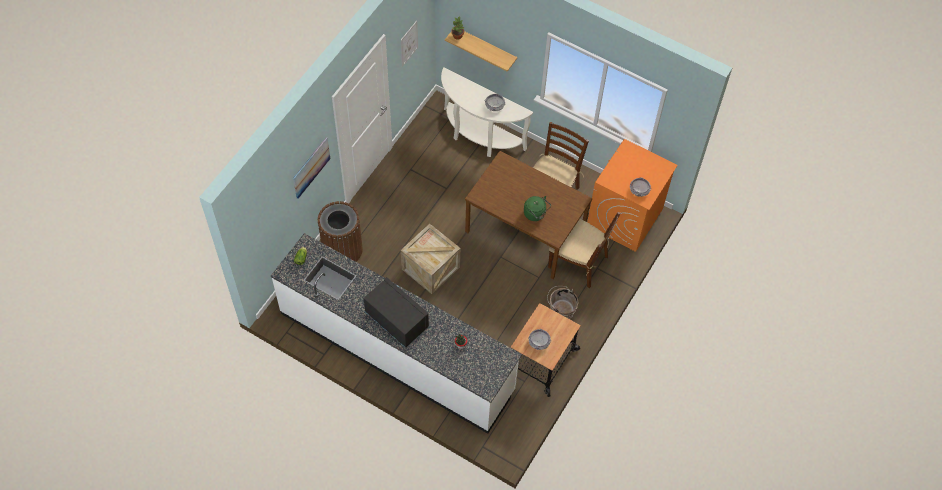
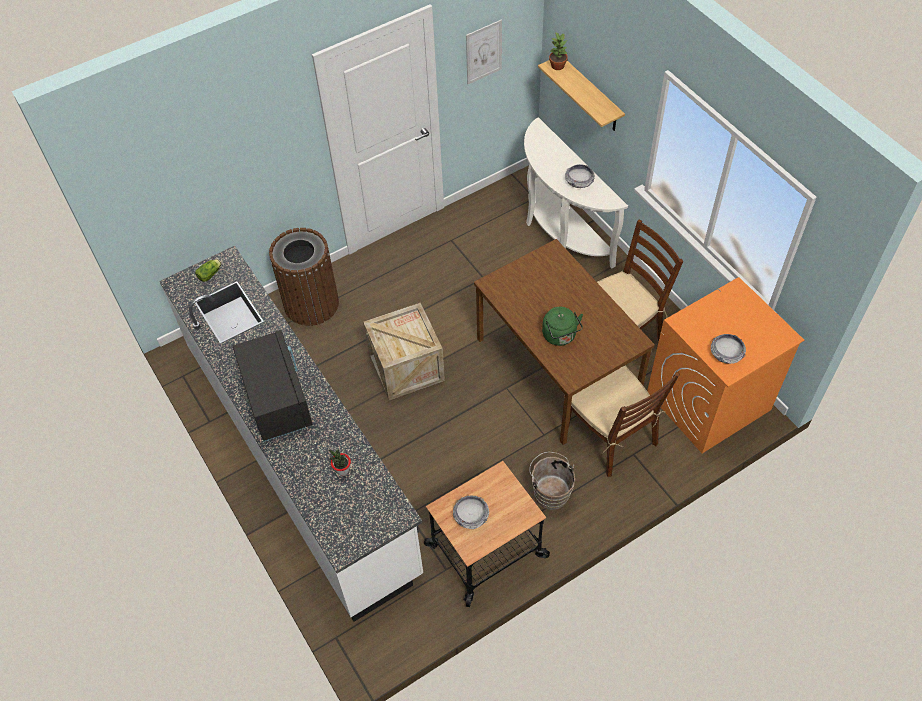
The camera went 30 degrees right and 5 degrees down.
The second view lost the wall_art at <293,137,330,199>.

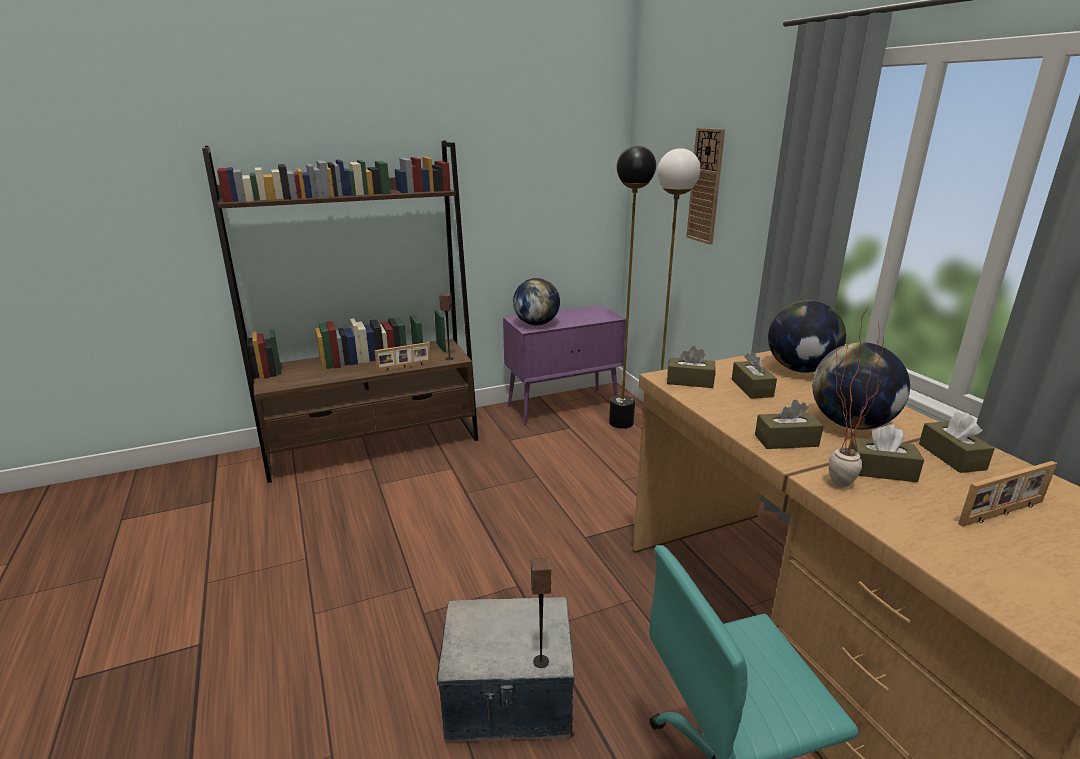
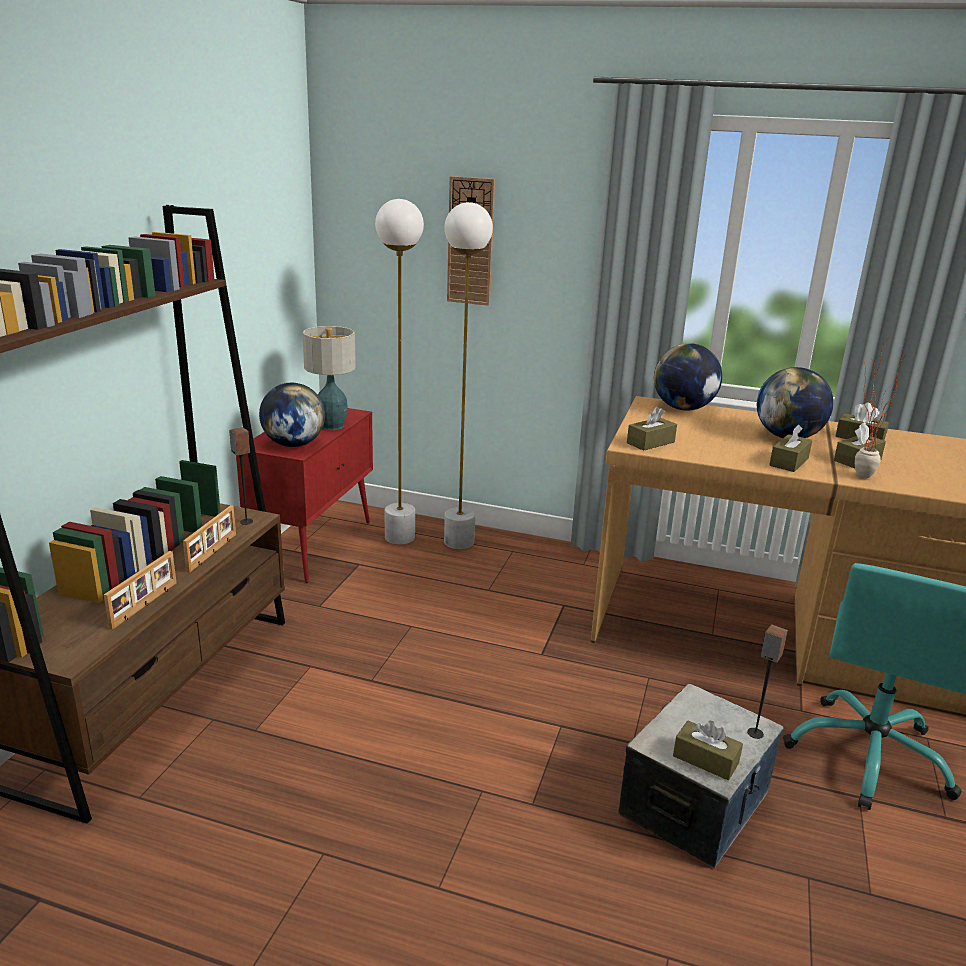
The camera went 50 degrees left and 0 degrees up.
What was the blackish_standard_lamp at <609,145,656,429> turned into the whitish_standard_lamp at <375,199,424,545>.
What was the purple-coloured_cupboard at <503,305,626,425> turned into the red-coloured_cupboard at <236,408,373,583>.
The brown_tissue_holder ended up elsewhere, having gone from <732,351,777,399> to <673,721,743,780>.
The photo_frame ended up elsewhere, having gone from <958,461,1057,527> to <104,551,177,630>.
The second view gained the table_lamp at <302,326,356,430>.

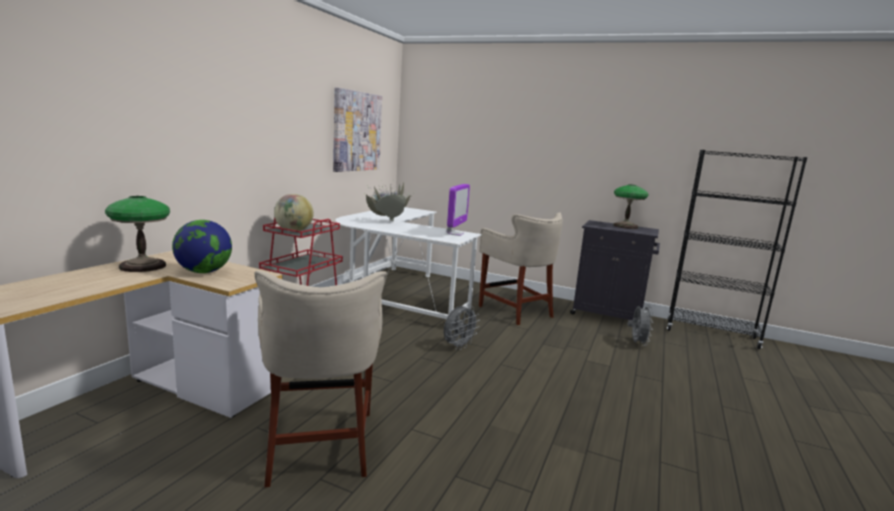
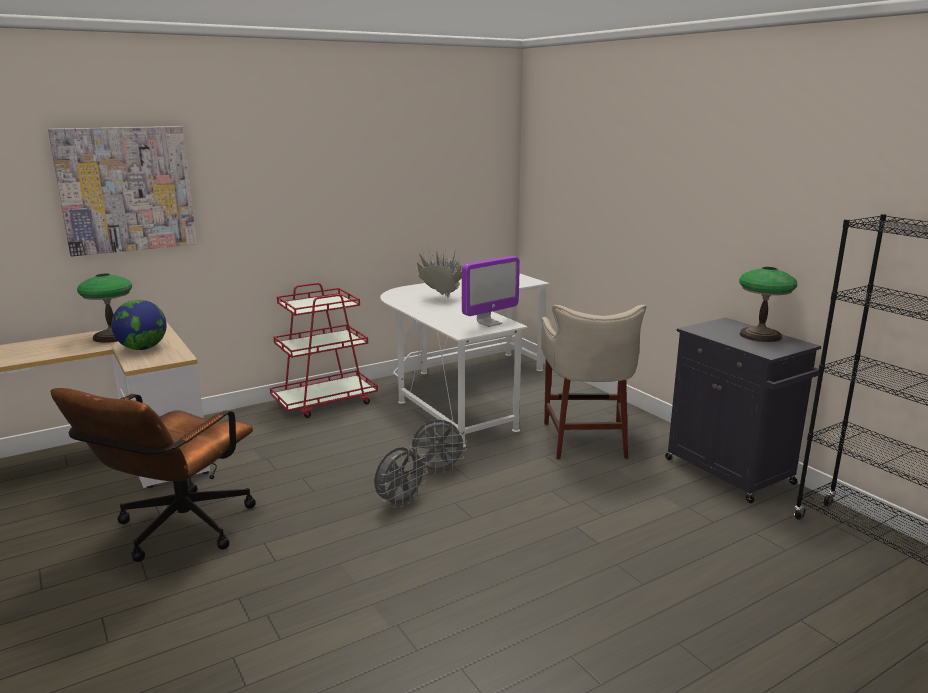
The camera went 35 degrees right and 5 degrees up.
The wall_art ended up elsewhere, having gone from <333,87,382,172> to <48,126,197,256>.
The second view lost the world_globe at <274,194,314,232>.
Where the beige-coloured_stool stood at <254,271,387,488>, the brown_desk_chair came to stand at <50,388,256,562>.
The gray_cooling_fan ended up elsewhere, having gone from <628,305,653,346> to <374,447,428,508>.

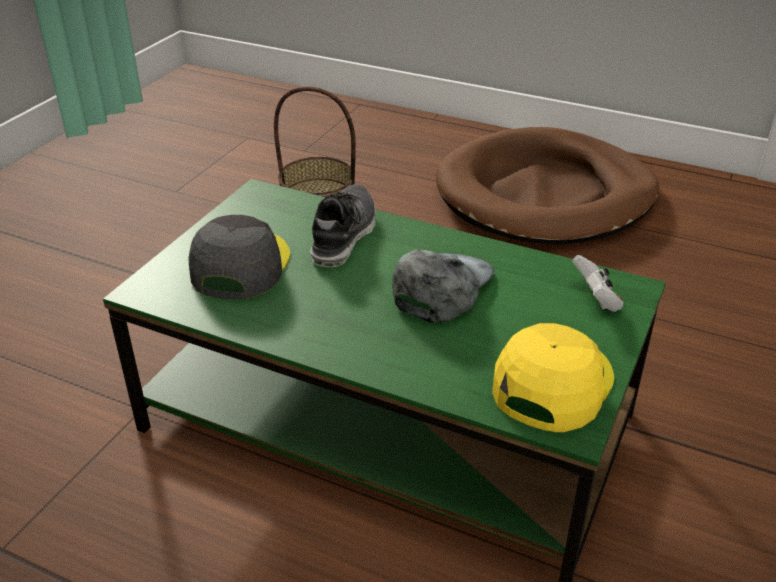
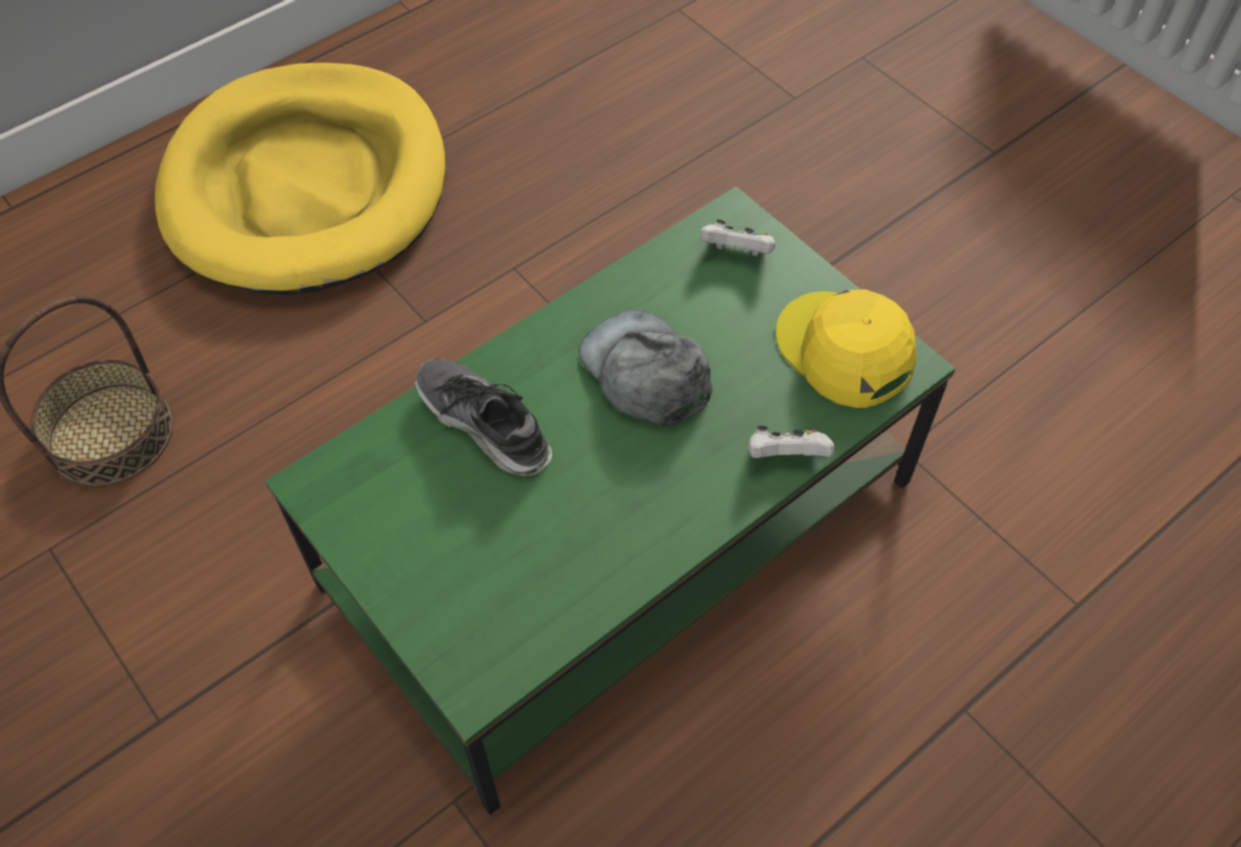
The camera went 65 degrees left and 20 degrees up.
What was the brown_pet_bed at <436,127,659,245> turned into the yellow_pet_bed at <155,63,446,295>.
The second view lost the gray_cap at <188,215,290,299>.
The second view gained the whitish_joypad at <749,426,834,458>.

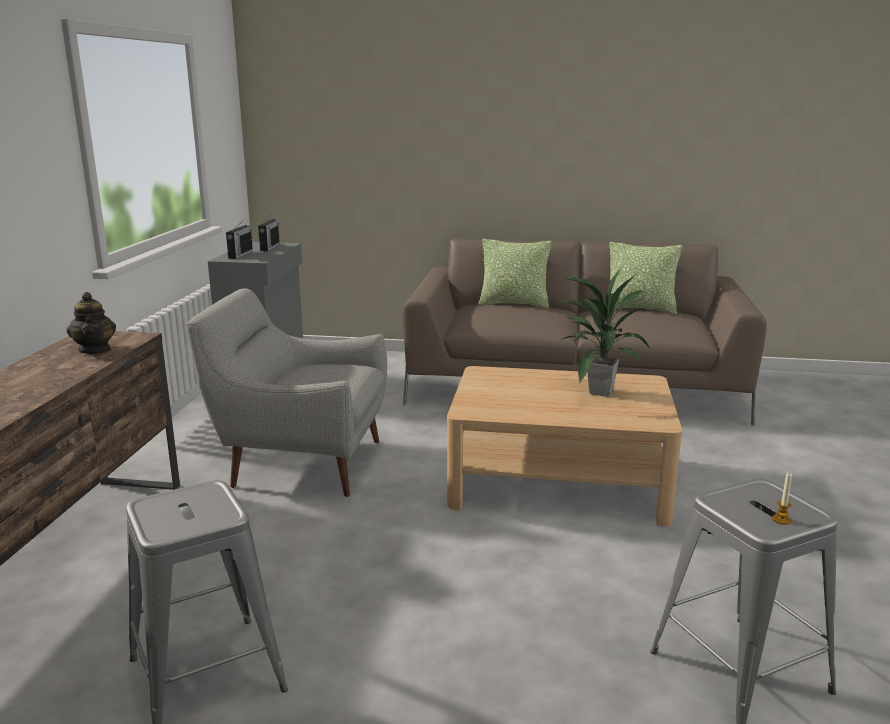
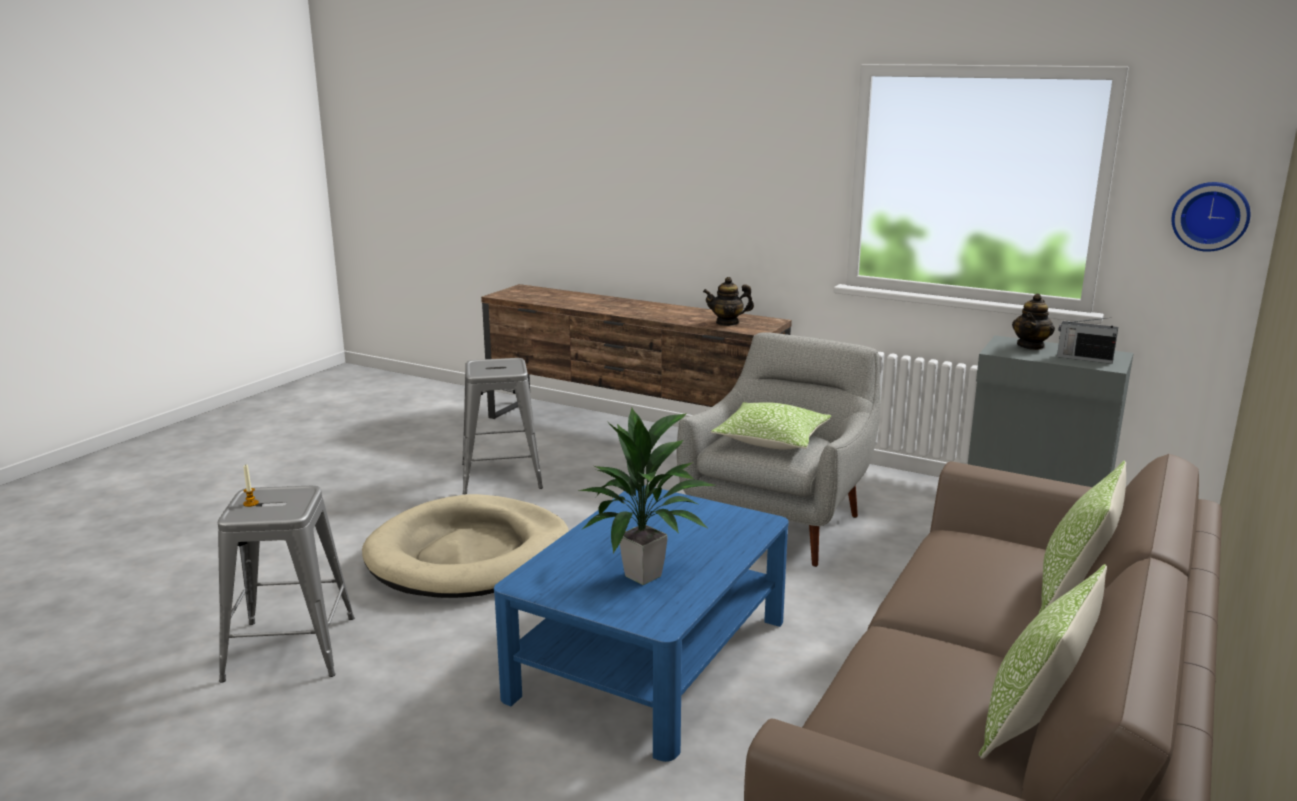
The camera went 110 degrees right and 0 degrees up.
Where the radio stood at <226,225,253,259>, the teapot came to stand at <1012,293,1055,350>.
What was the beige-coloured_low_table at <447,366,682,527> turned into the blue-coloured_low_table at <494,485,789,762>.
The second view gained the hanging_clock at <1172,182,1250,252>.
The second view gained the throw_pillow at <711,402,832,449>.
The second view gained the beige-coloured_pet_bed at <362,494,569,598>.

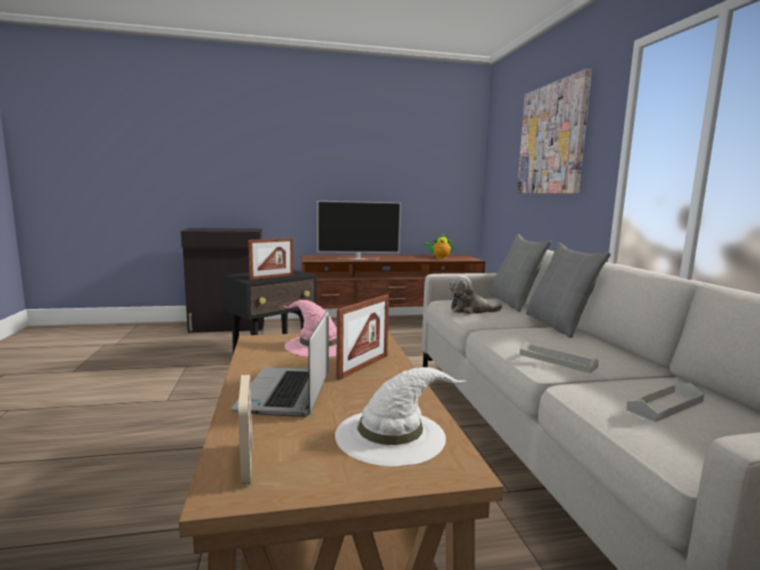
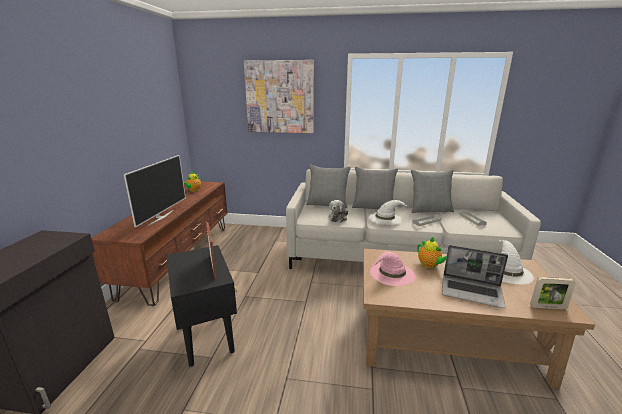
The camera went 70 degrees left and 10 degrees up.
Where the photo_frame stood at <336,295,389,380>, the teapot came to stand at <417,237,447,268>.
The second view gained the gray_throw_pillow at <411,169,454,213>.
The second view gained the whitish_hat at <369,200,410,225>.

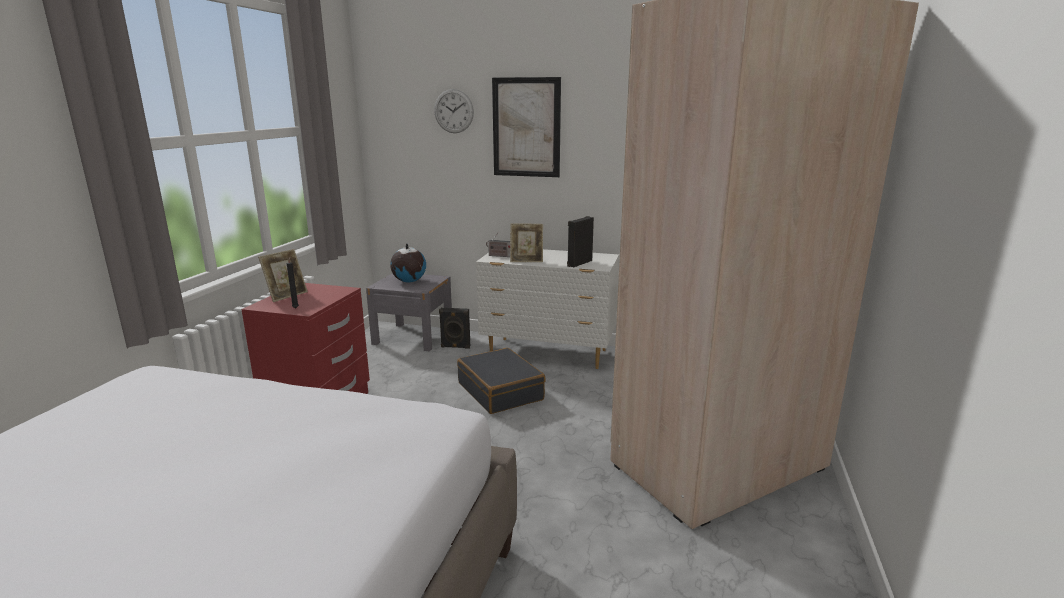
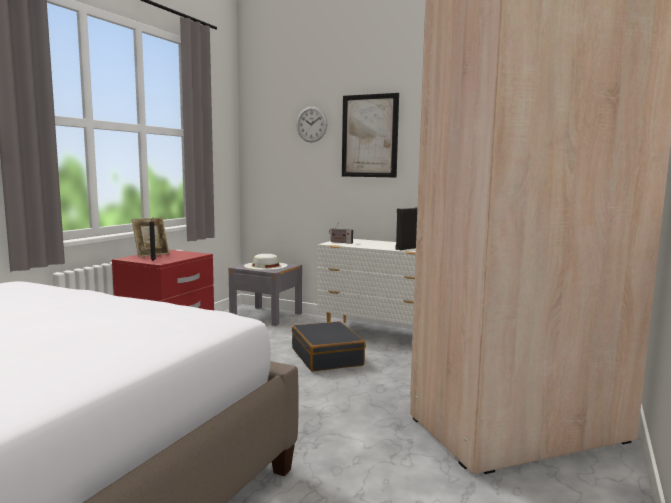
The camera went 10 degrees right and 10 degrees down.
The second view lost the photo_frame at <510,223,543,262>.
Where the world_globe stood at <390,243,426,283>, the whitish_hat came to stand at <244,254,288,270>.
The second view lost the blackish_speaker at <439,308,470,349>.

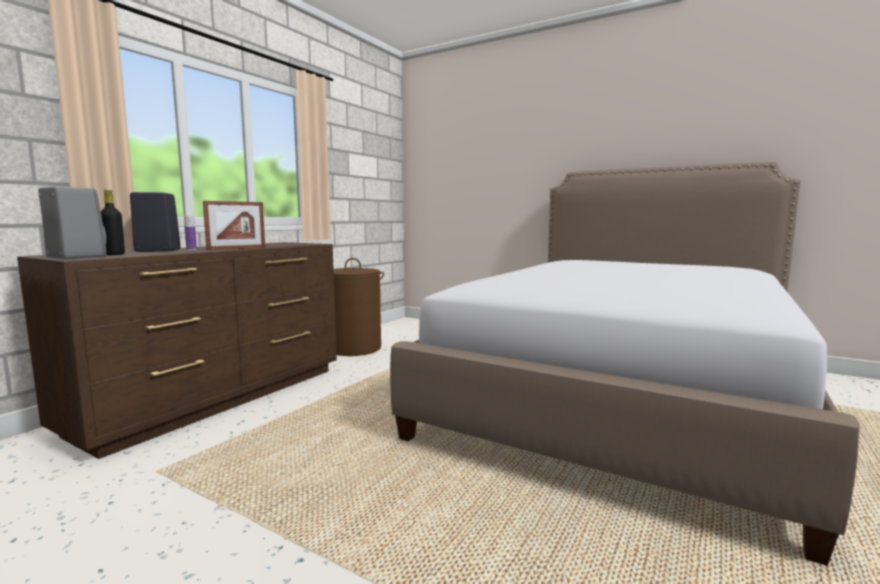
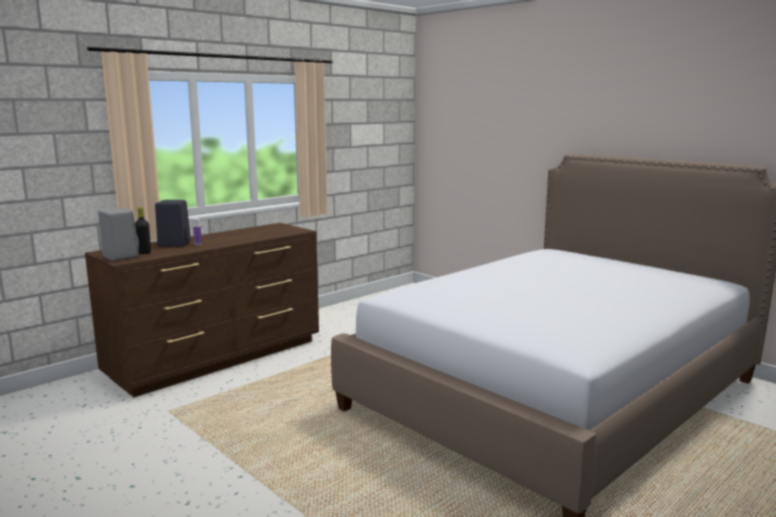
The camera went 15 degrees right and 5 degrees up.
The second view lost the photo_frame at <203,201,265,250>.
The second view lost the brown_washing_basket at <334,258,384,356>.

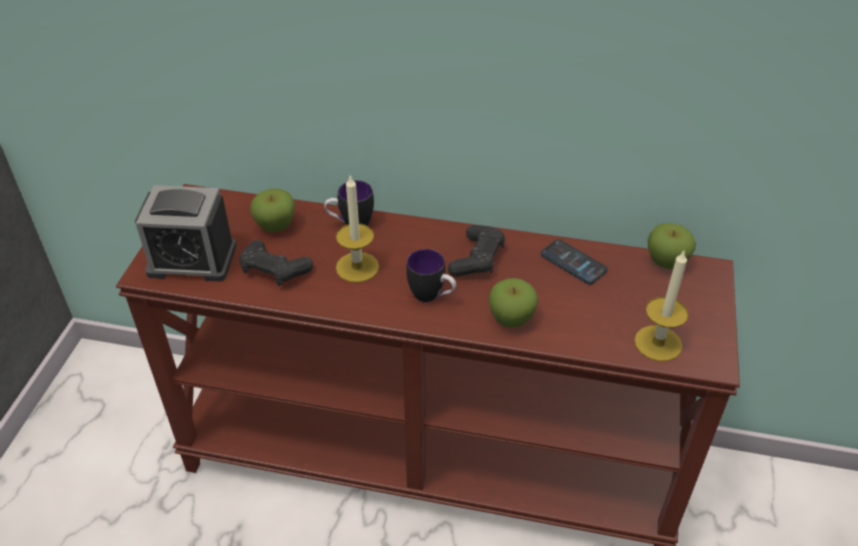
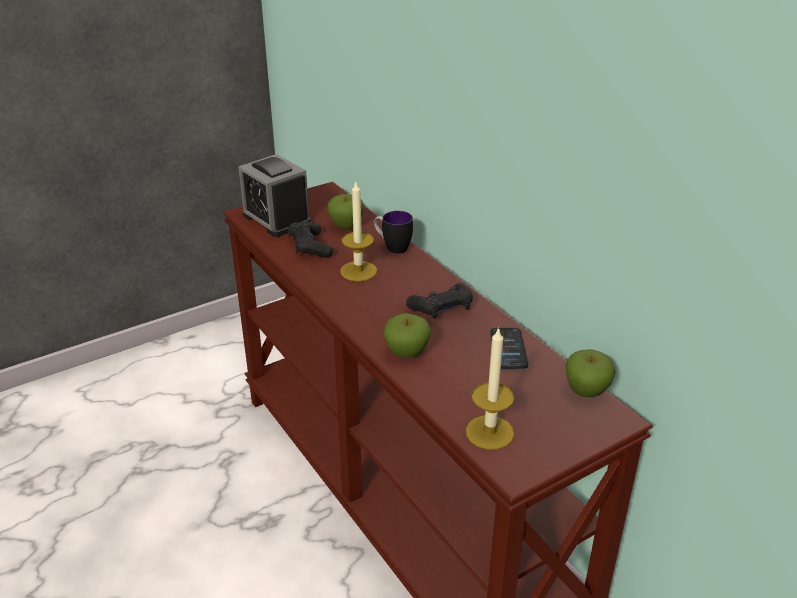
The camera went 45 degrees right and 10 degrees down.
The second view lost the tea_mug at <406,249,456,302>.

